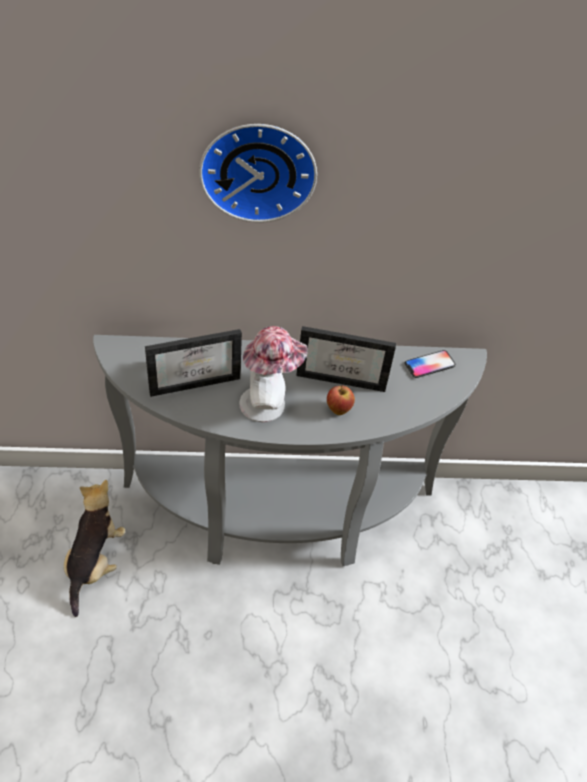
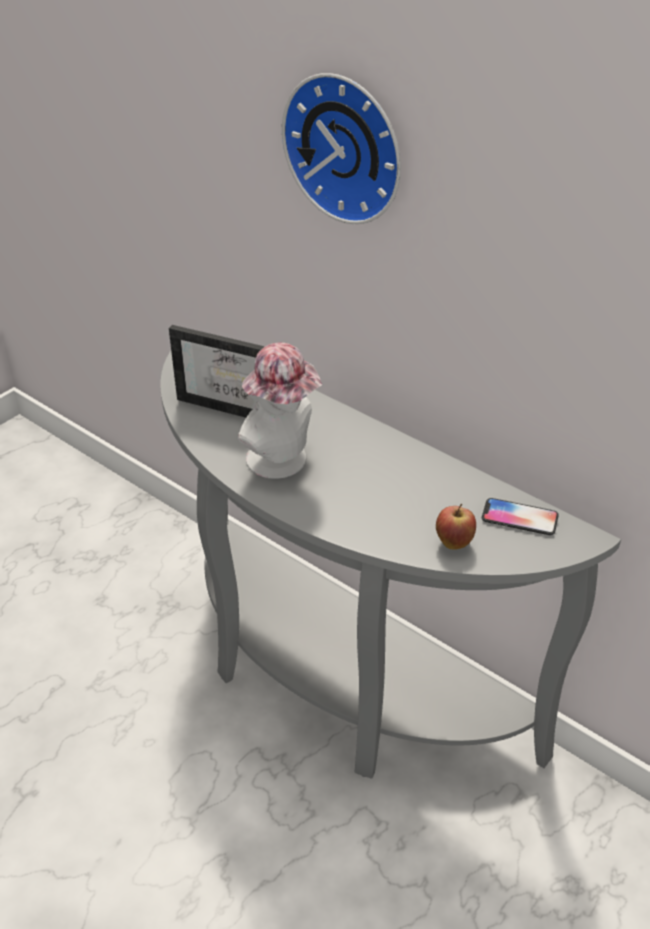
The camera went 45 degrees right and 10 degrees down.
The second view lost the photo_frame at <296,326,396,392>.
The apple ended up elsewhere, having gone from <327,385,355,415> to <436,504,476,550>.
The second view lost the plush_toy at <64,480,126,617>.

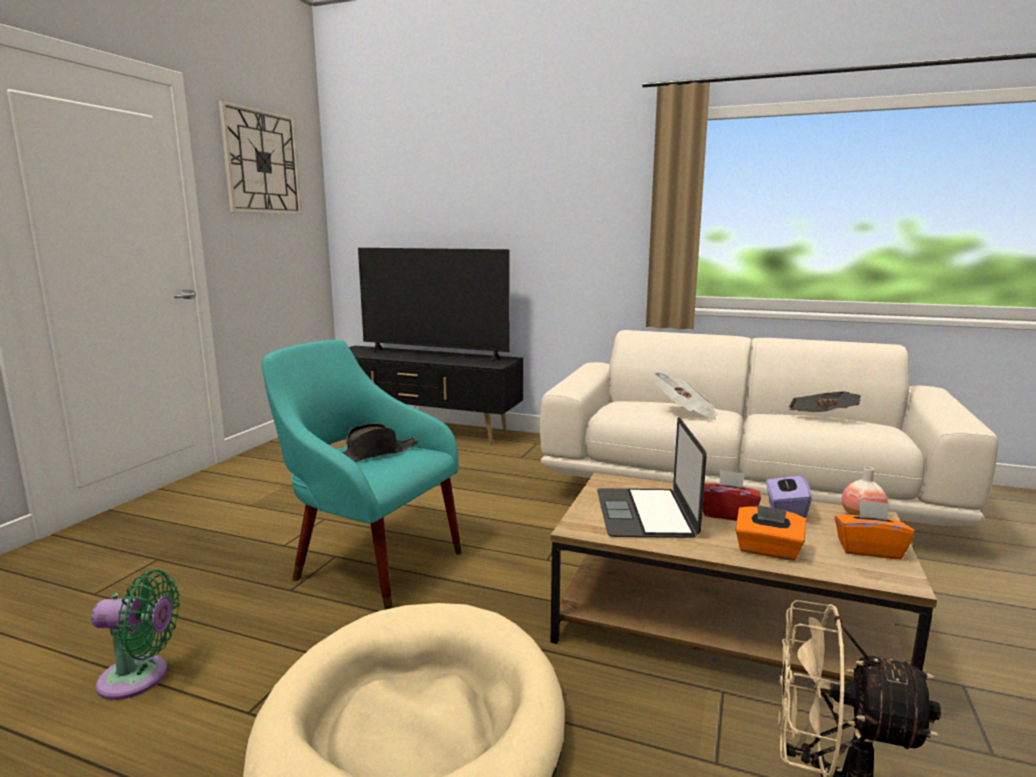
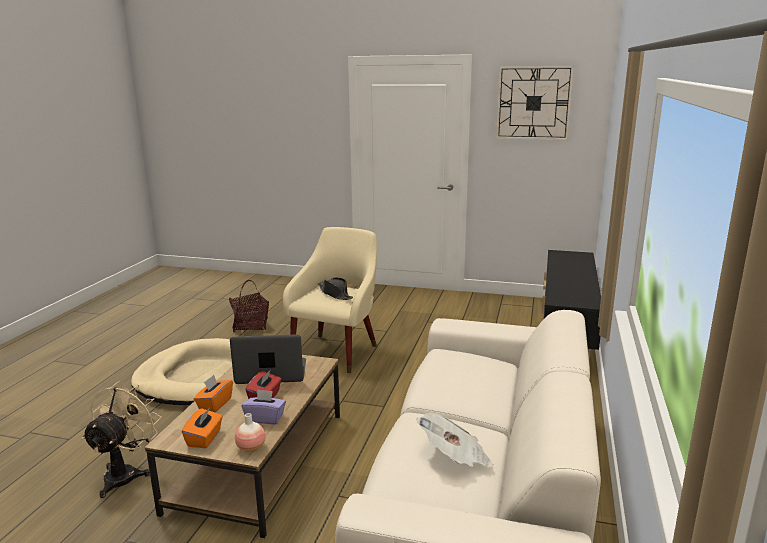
The camera went 85 degrees right and 5 degrees up.
The second view lost the TV at <358,248,510,362>.
What was the turquoise_lounge_chair at <261,340,462,610> turned into the beige-coloured_lounge_chair at <283,227,377,373>.
The second view lost the printed_paper at <654,372,716,420>.
Where the green-coloured_cooling_fan stood at <91,570,180,700>, the basket came to stand at <229,280,269,333>.

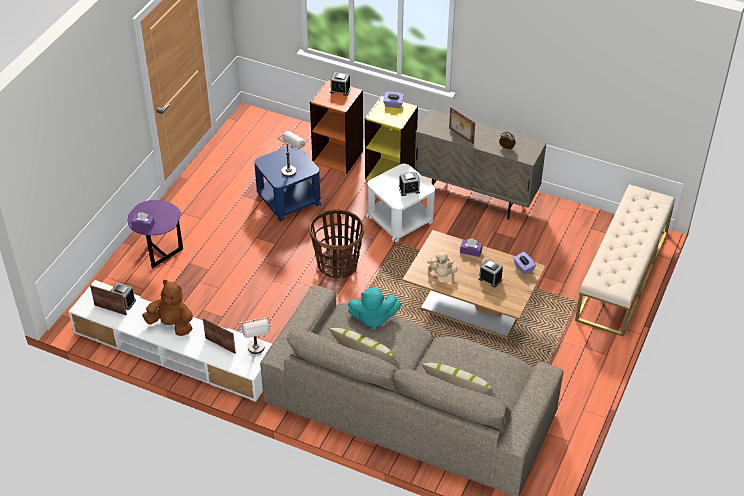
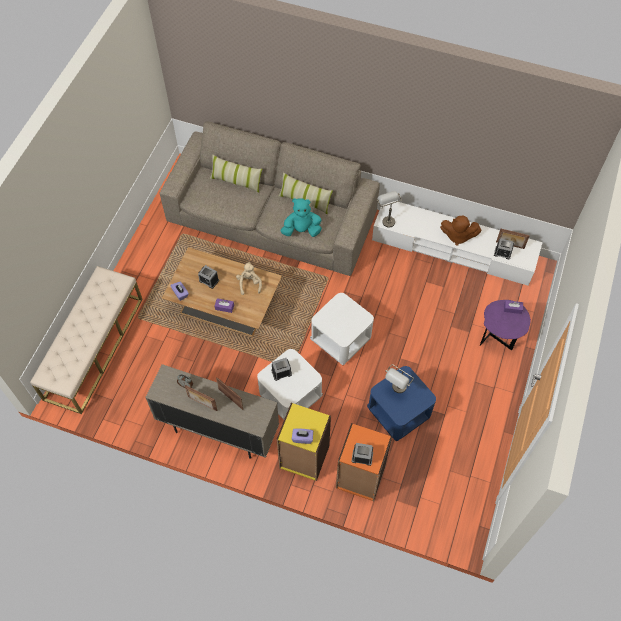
The camera went 175 degrees right and 15 degrees up.
Where the basket stood at <310,209,364,279>, the whitish_side_table came to stand at <310,293,374,365>.
The photo_frame ended up elsewhere, having gone from <203,318,236,354> to <185,385,218,411>.

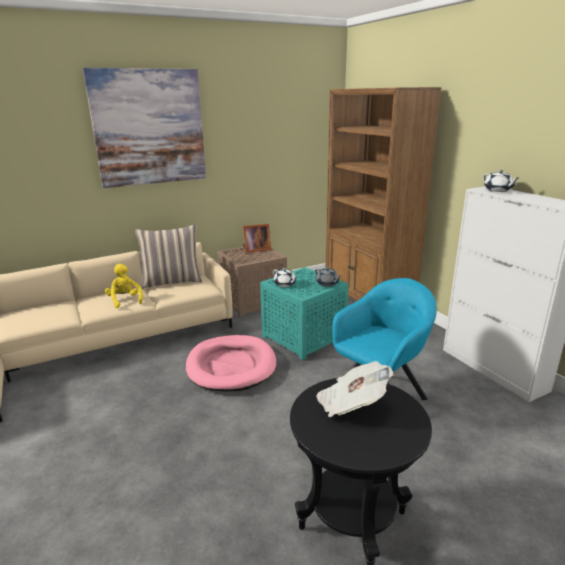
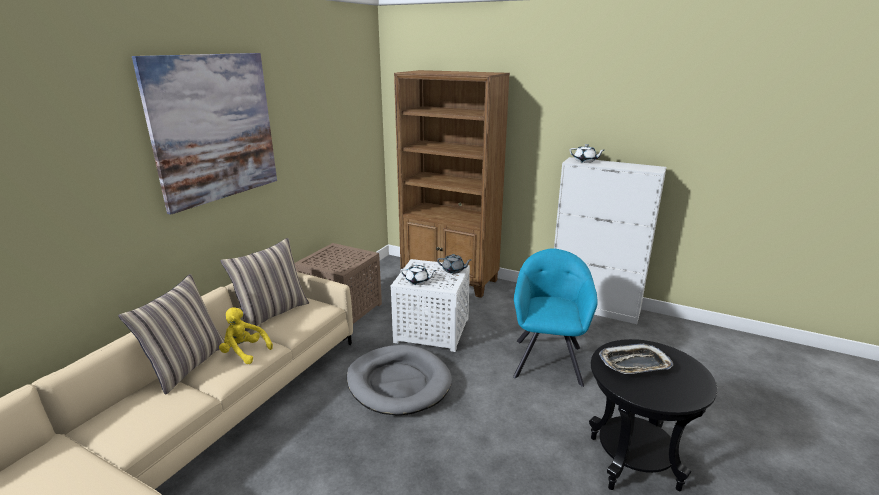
The camera went 35 degrees left and 0 degrees up.
The second view lost the photo_frame at <243,224,271,253>.
What was the turquoise_side_table at <260,267,348,360> turned into the whitish_side_table at <391,259,470,352>.
What was the pink-coloured_pet_bed at <186,335,276,391> turned into the gray_pet_bed at <347,345,452,415>.
Where the printed_paper stood at <316,361,393,417>, the serving_tray came to stand at <599,344,673,374>.
The second view gained the throw_pillow at <118,274,224,395>.

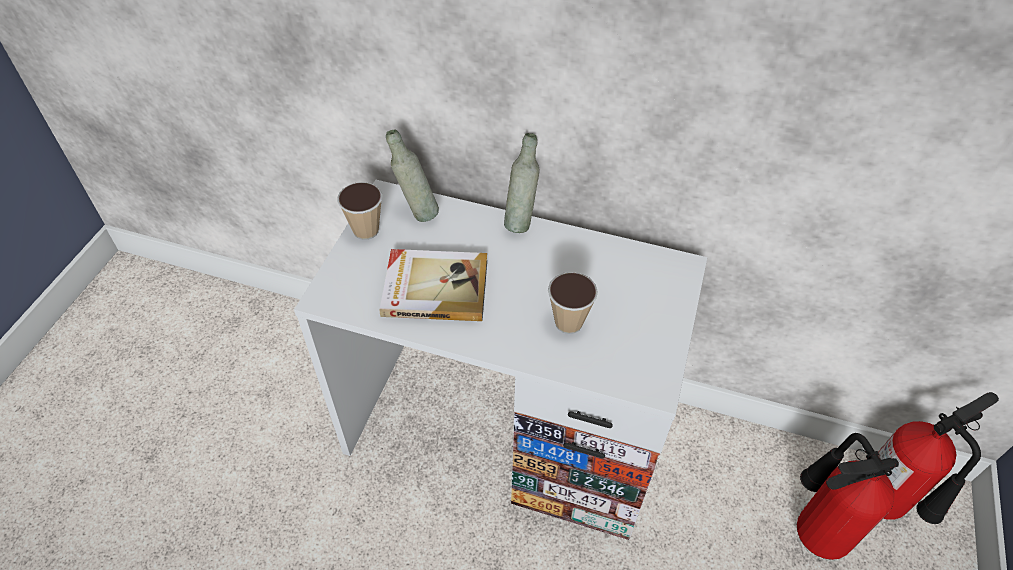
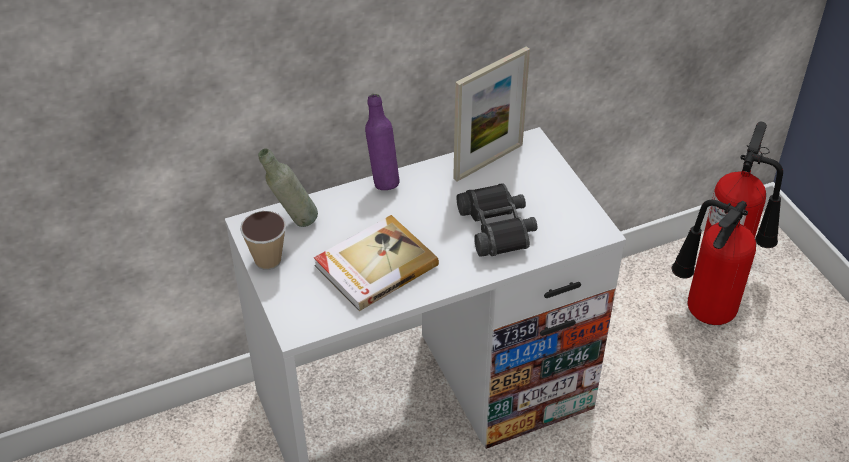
The camera went 40 degrees left and 5 degrees down.
What was the gray_beverage_bottle at <504,133,540,233> turned into the purple-coloured_beverage_bottle at <365,94,399,190>.
Where the cup stood at <548,272,598,334>, the blackish_field_glasses came to stand at <457,184,537,257>.
The second view gained the photo_frame at <453,47,530,181>.

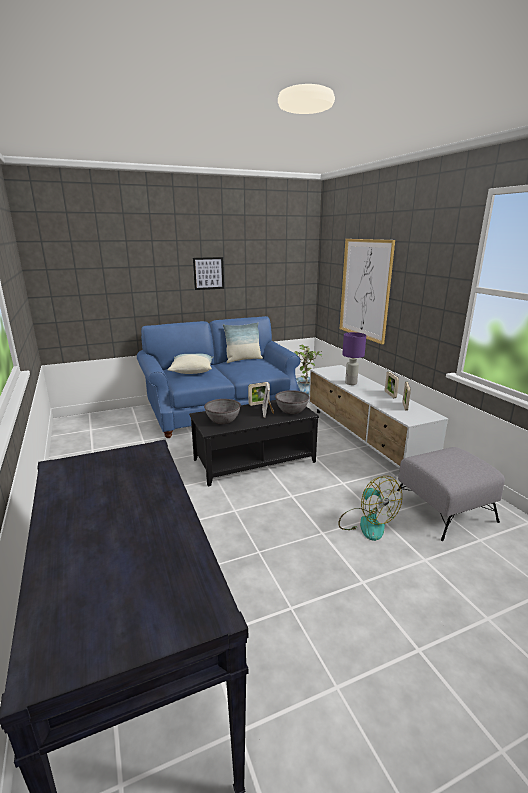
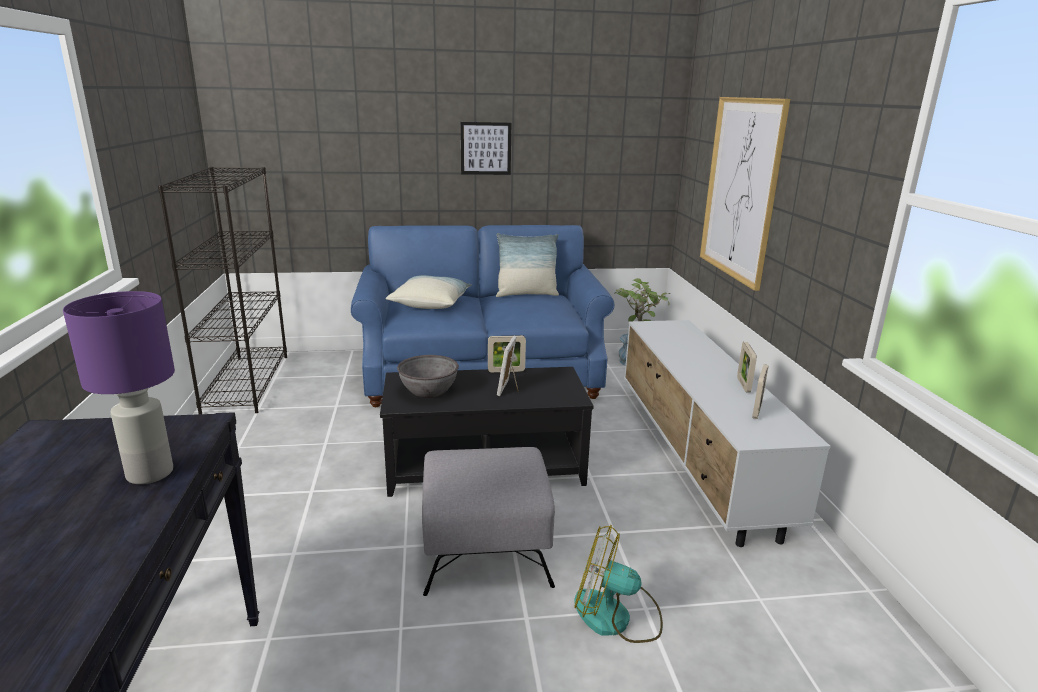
The camera went 15 degrees right and 0 degrees up.
The purple-coloured_table_lamp ended up elsewhere, having gone from <342,332,366,385> to <63,291,175,484>.
The second view lost the gray_serving_bowl at <275,390,310,414>.
The gray_footrest ended up elsewhere, having gone from <397,447,505,541> to <422,447,555,596>.
The cooling_fan at <338,476,402,541> ended up facing another way, 120 degrees clockwise from before.
The second view gained the blackish_bookshelf at <158,167,287,414>.

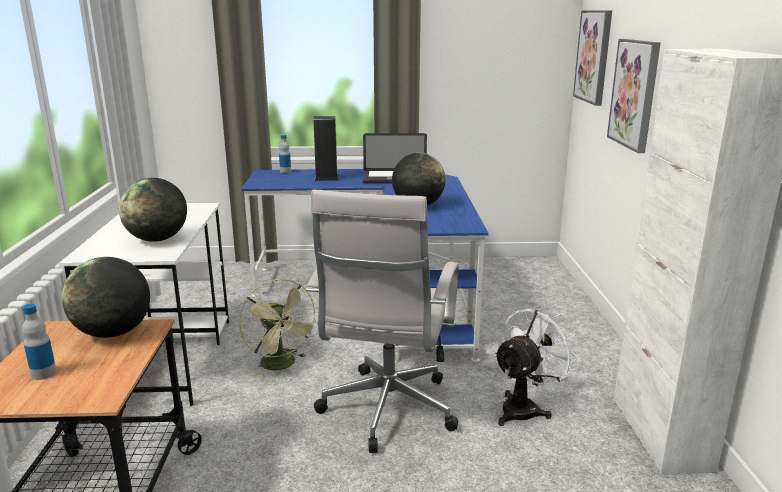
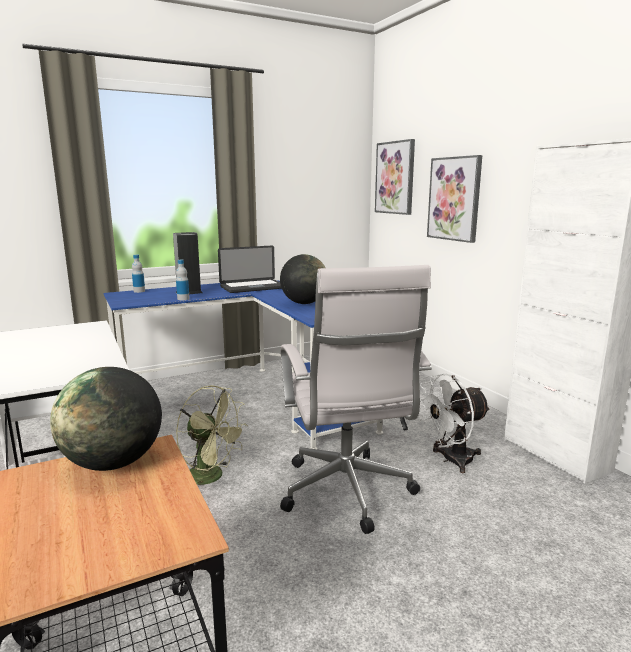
The camera went 25 degrees left and 5 degrees down.
The second view lost the world_globe at <119,178,187,242>.
The beverage_bottle ended up elsewhere, having gone from <22,304,57,380> to <176,260,190,300>.
The whitish_cooling_fan at <494,305,579,426> ended up facing another way, 135 degrees counterclockwise from before.

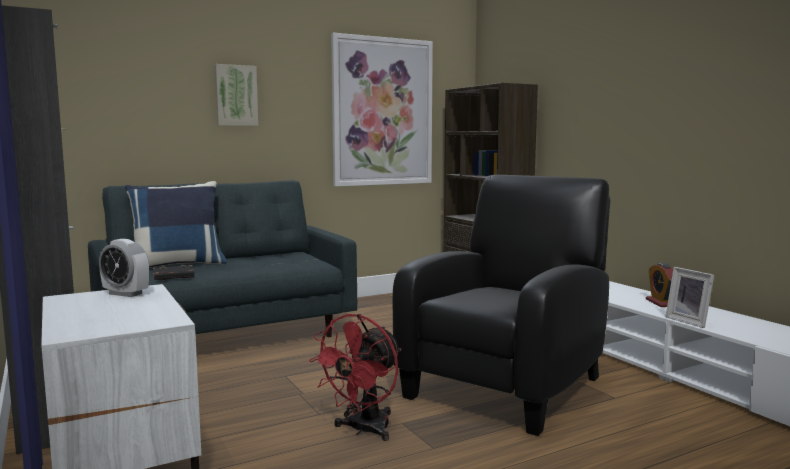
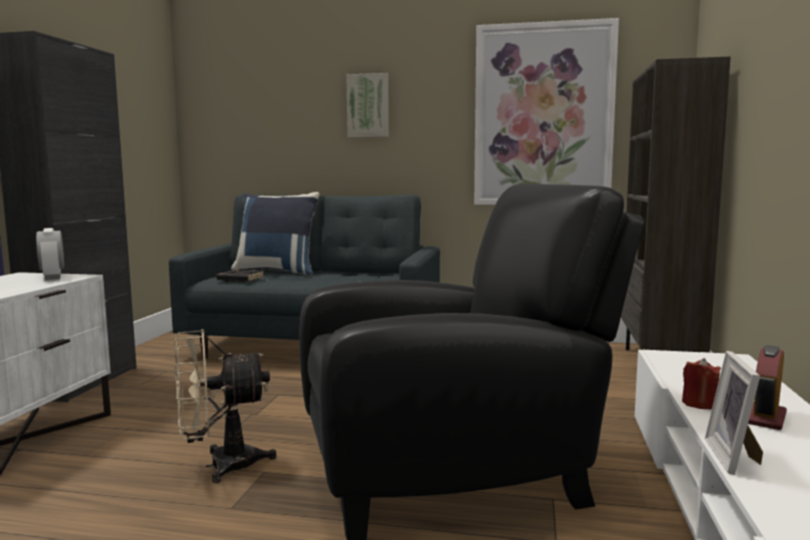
The camera went 40 degrees right and 0 degrees up.
What was the red-coloured_cooling_fan at <309,314,401,441> turned into the beige-coloured_cooling_fan at <174,329,277,483>.
The second view gained the red-coloured_wax_light at <682,358,721,409>.

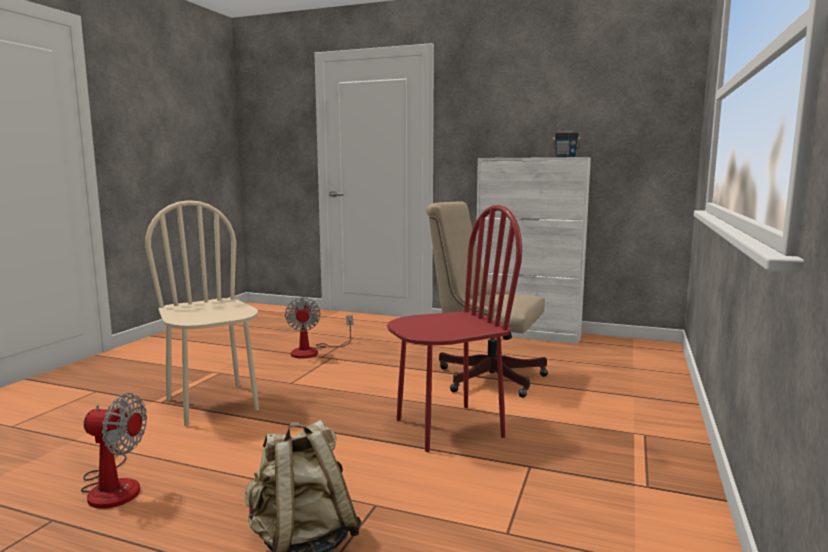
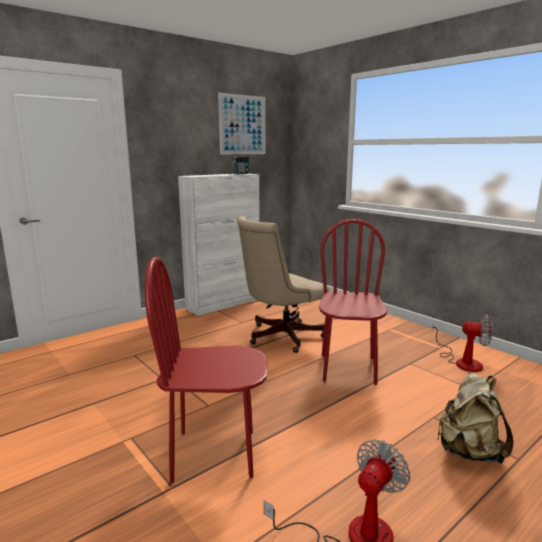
The camera went 60 degrees left and 5 degrees up.
What was the beige-coloured_chair at <145,200,259,426> turned into the red-coloured_chair at <145,257,268,483>.
The cooling_fan ended up elsewhere, having gone from <285,297,353,359> to <432,315,493,372>.
The second view gained the wall_art at <218,93,265,154>.

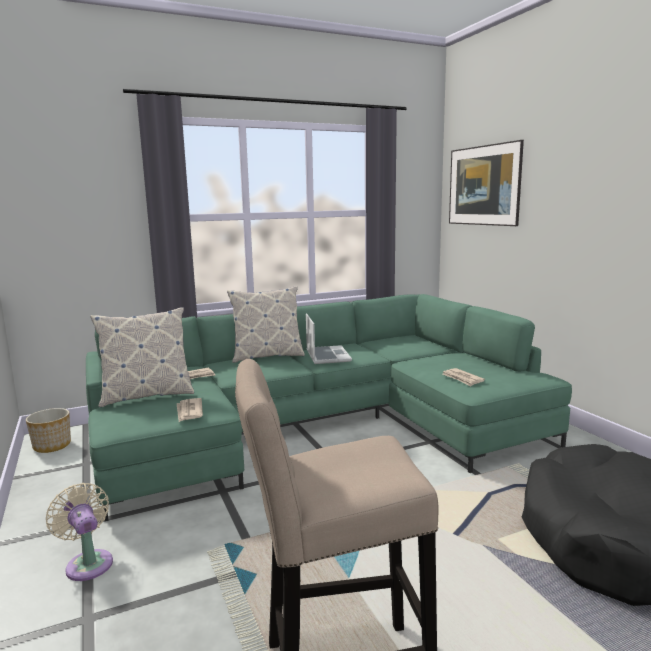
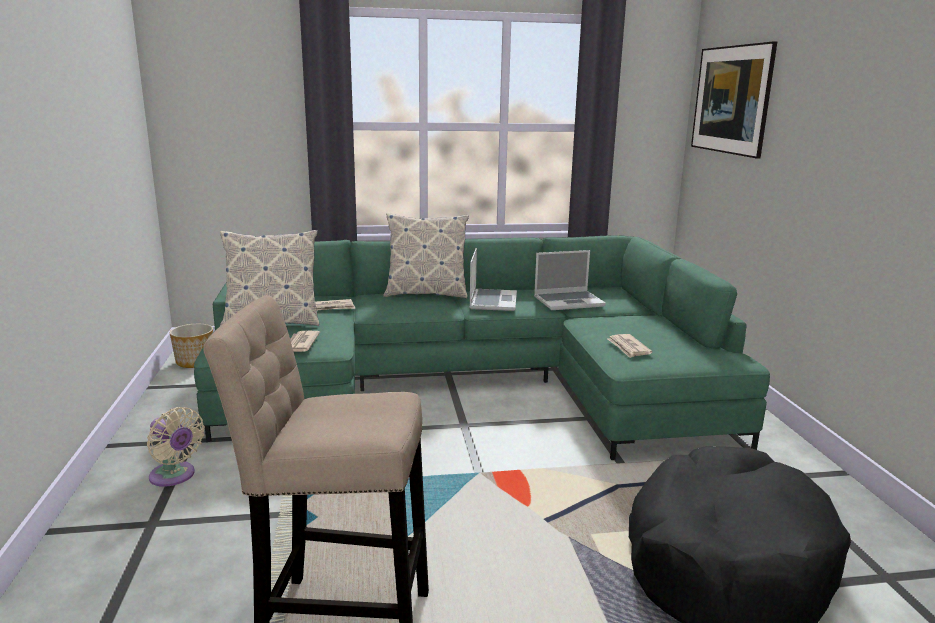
The camera went 15 degrees right and 5 degrees up.
The beige-coloured_cooling_fan at <46,483,113,581> ended up facing another way, 150 degrees clockwise from before.
The second view gained the notebook_computer at <534,250,606,310>.

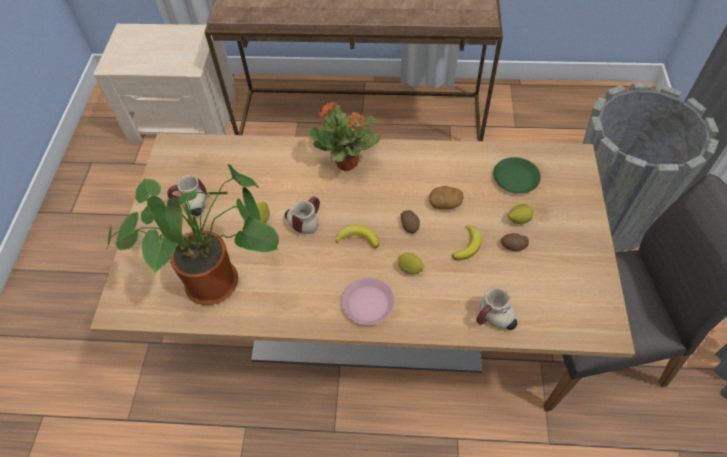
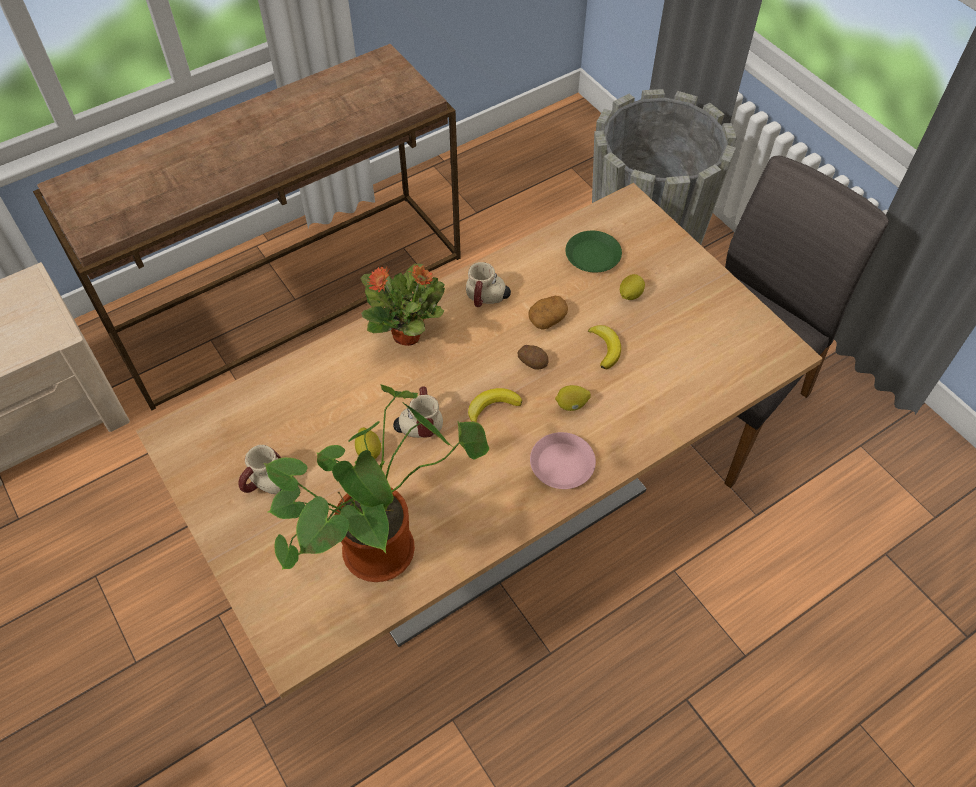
The camera went 40 degrees left and 0 degrees up.
The second view lost the whole_potato at <501,233,529,251>.
The tea_mug ended up elsewhere, having gone from <476,287,517,330> to <466,262,511,307>.

